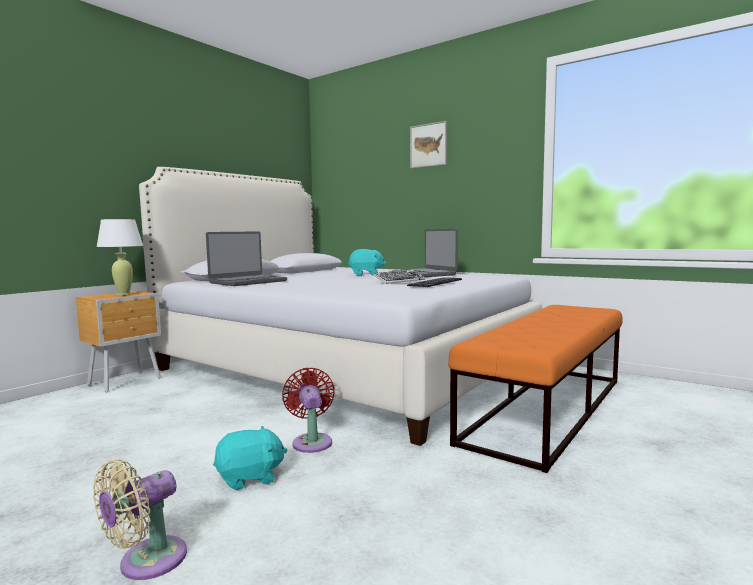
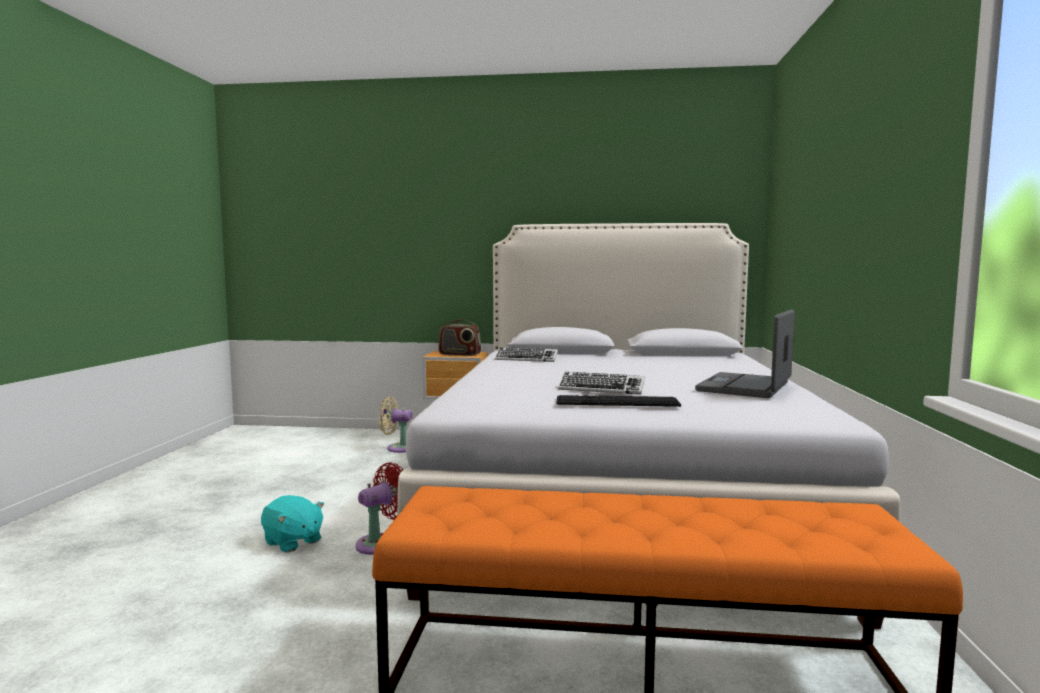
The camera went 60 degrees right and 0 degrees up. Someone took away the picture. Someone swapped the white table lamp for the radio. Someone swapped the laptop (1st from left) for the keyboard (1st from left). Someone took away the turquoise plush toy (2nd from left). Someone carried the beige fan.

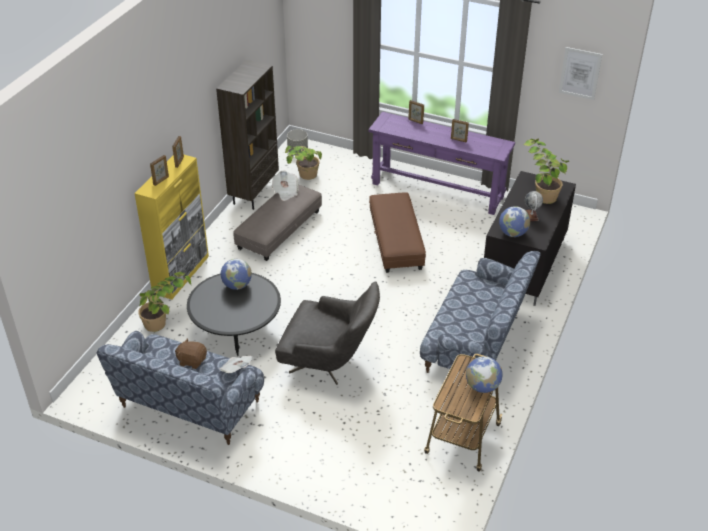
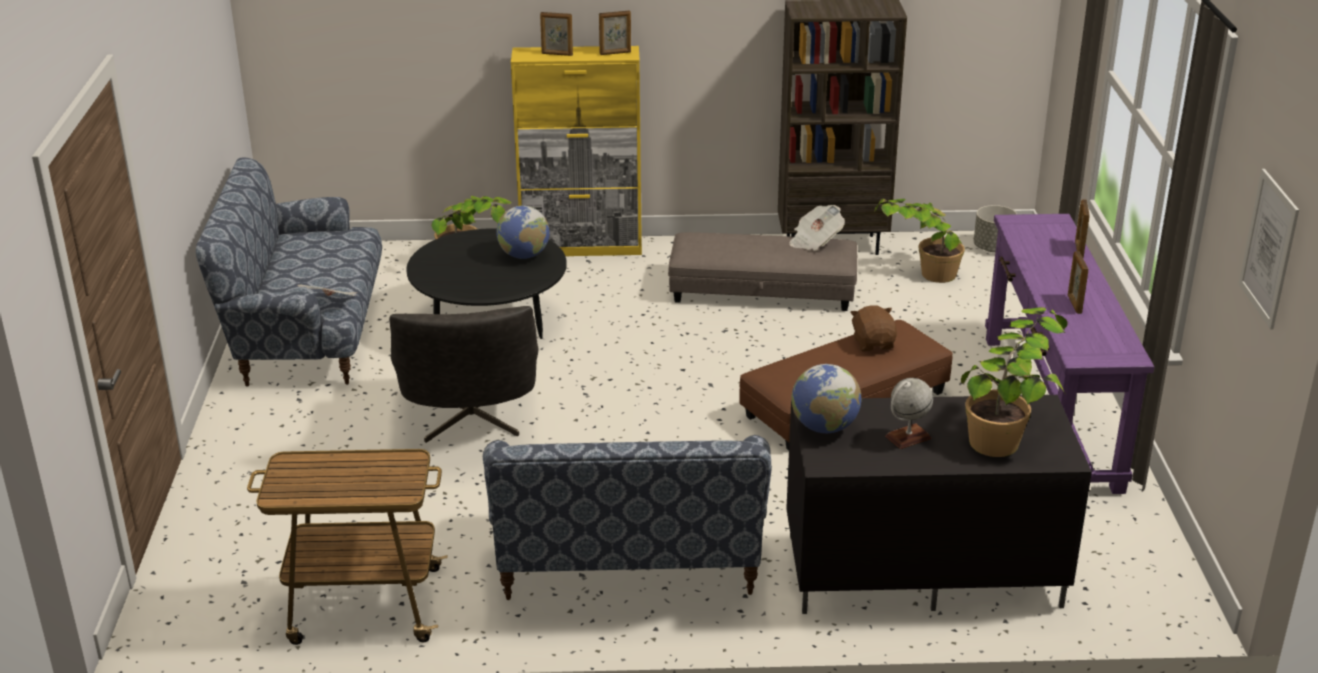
The camera went 65 degrees right and 10 degrees down. Someone carried the brown plush toy. Someone took away the globe (2nd from left).

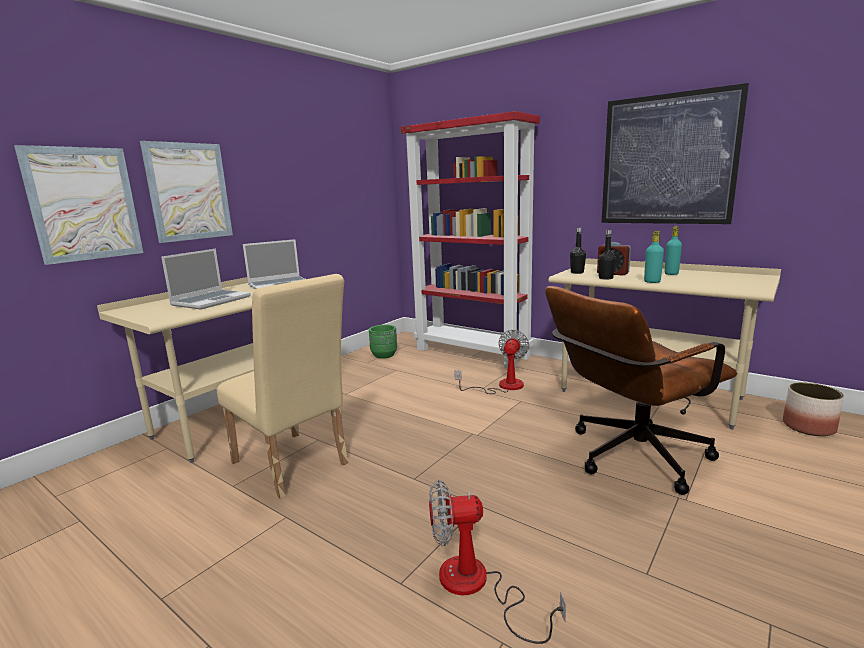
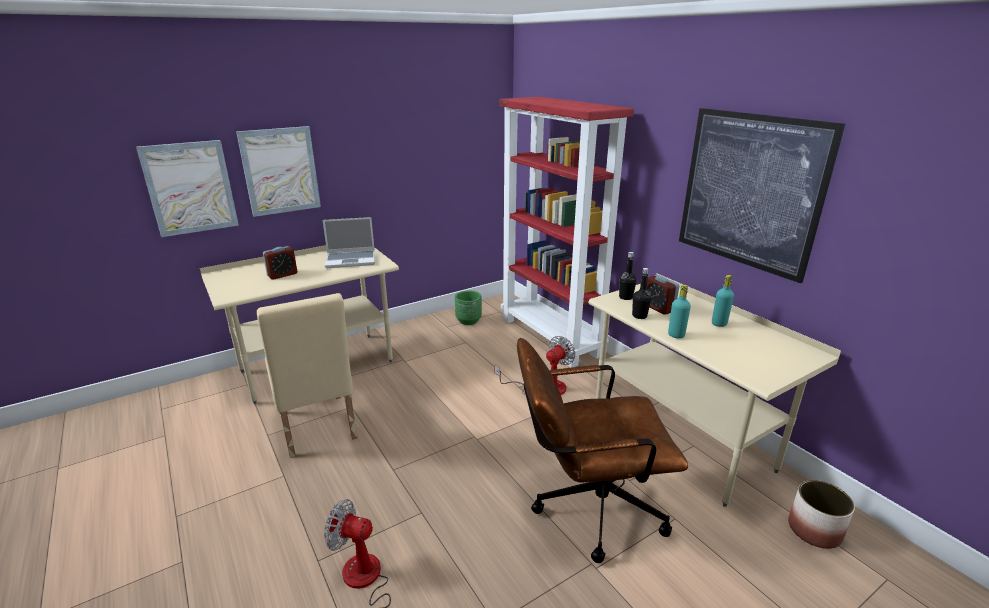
The camera went 20 degrees right and 10 degrees up. Someone swapped the laptop (1st from left) for the alarm clock (1st from left).

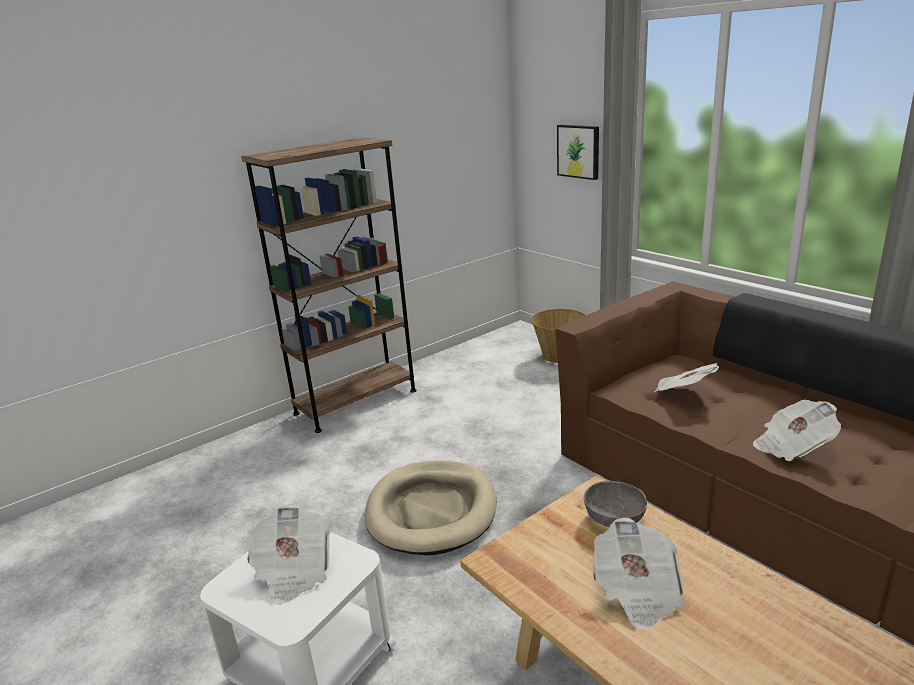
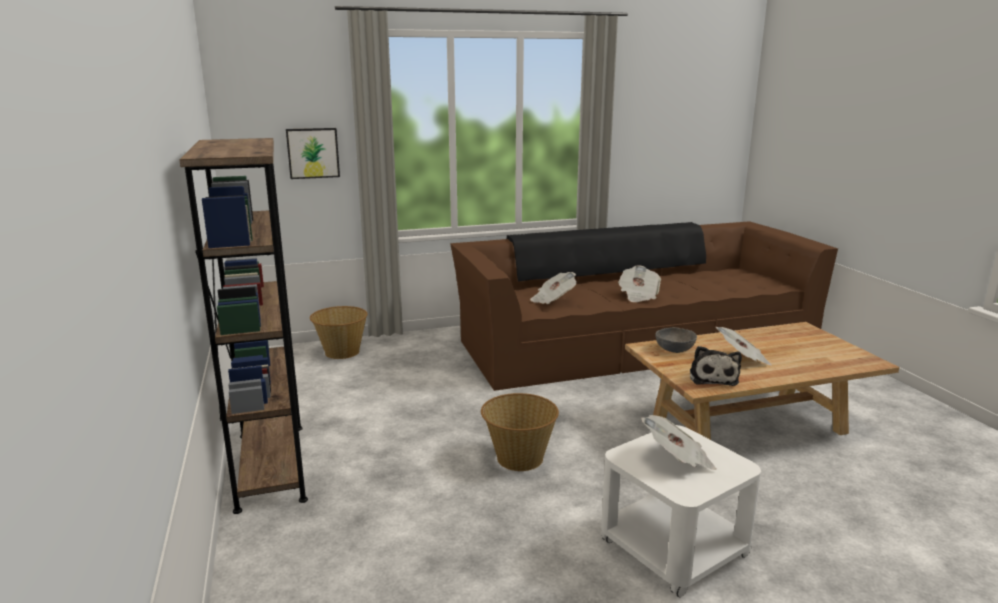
The camera went 70 degrees left and 5 degrees down. Someone swapped the beige dog bed for the basket (2nd from left). Someone put down the plush toy.

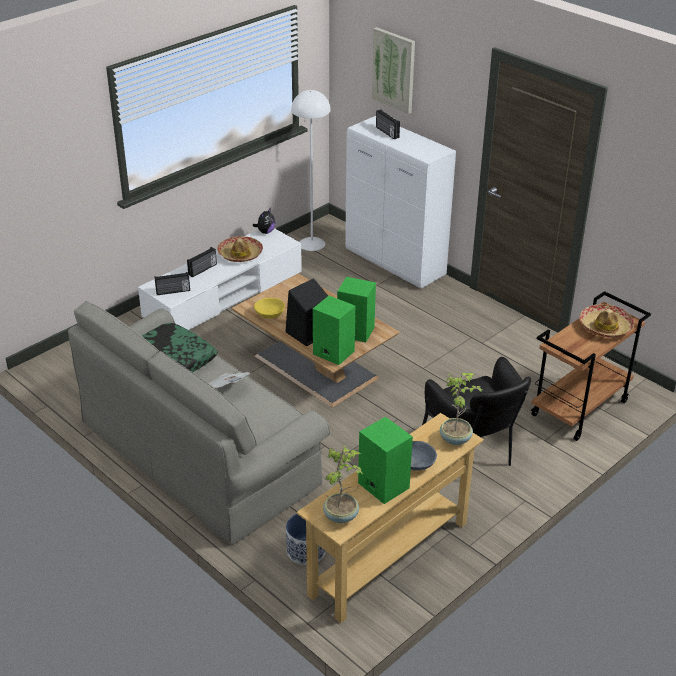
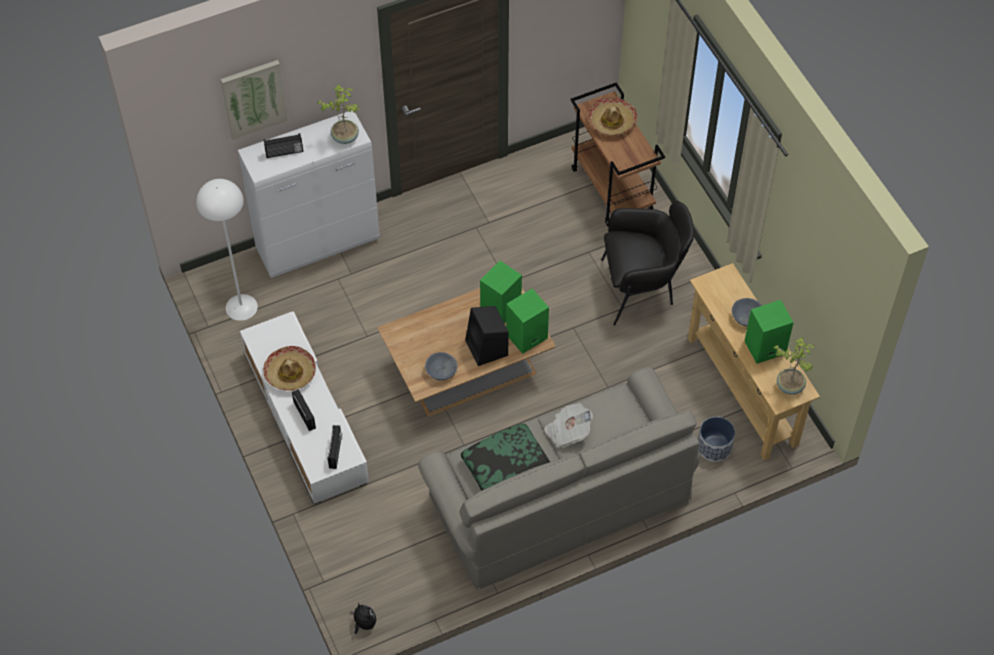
The camera went 70 degrees left and 20 degrees up. Someone carried the plush toy. Someone repainted the yellow bowl, which became the grey bowl (1st from left). Someone carried the potted plant (2nd from left in the first image).

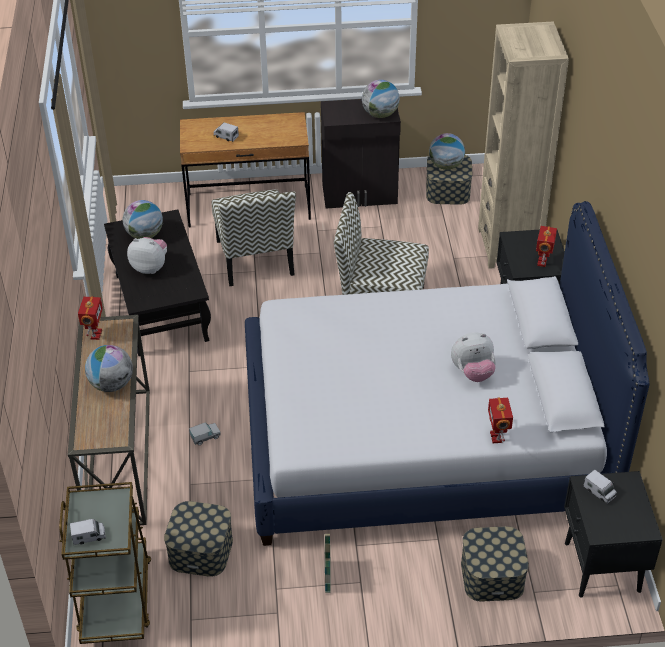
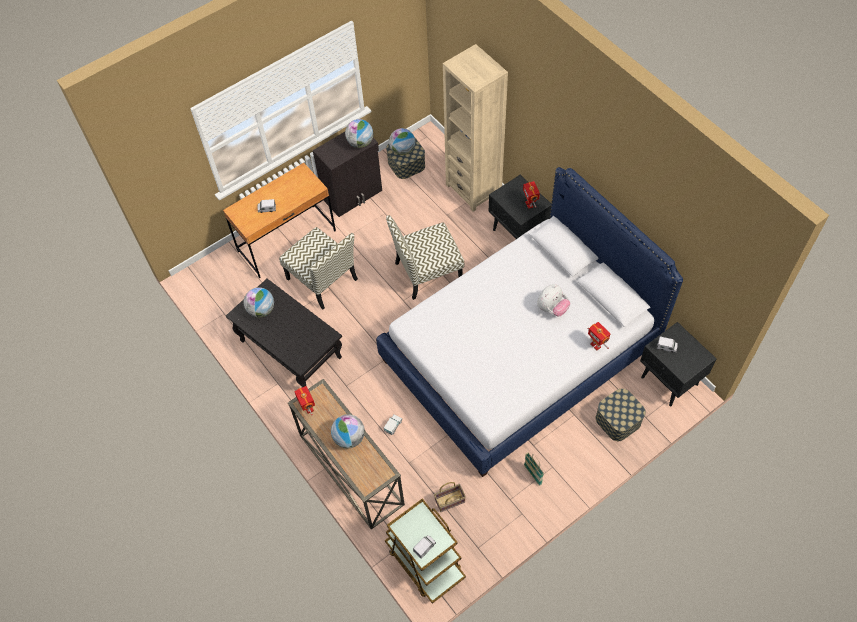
The camera went 30 degrees left and 15 degrees up. Someone took away the plush toy (1st from left). Someone swapped the storage box (1st from left) for the basket (1st from left).

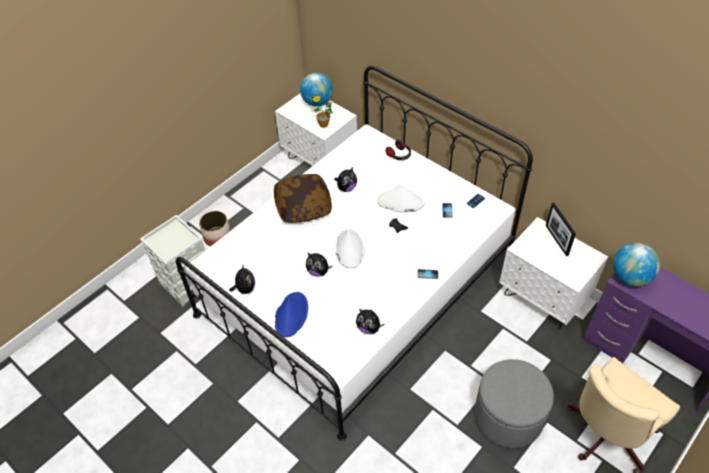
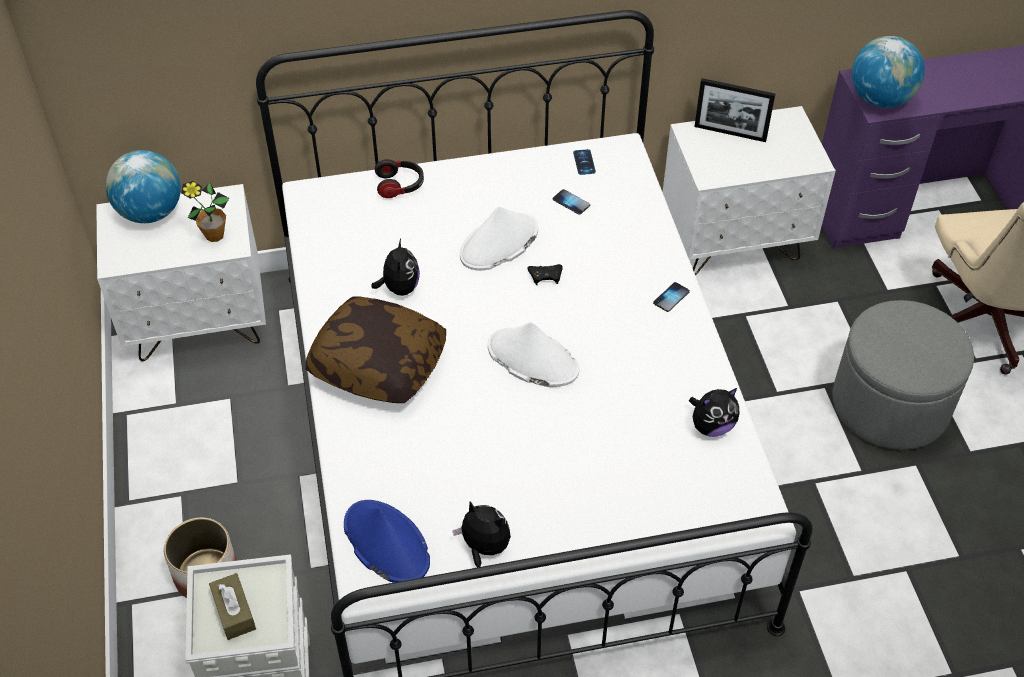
The camera went 55 degrees left and 0 degrees up. Someone took away the plush toy (2nd from left). Someone carried the blue hat. Someone put down the brown tissue box.

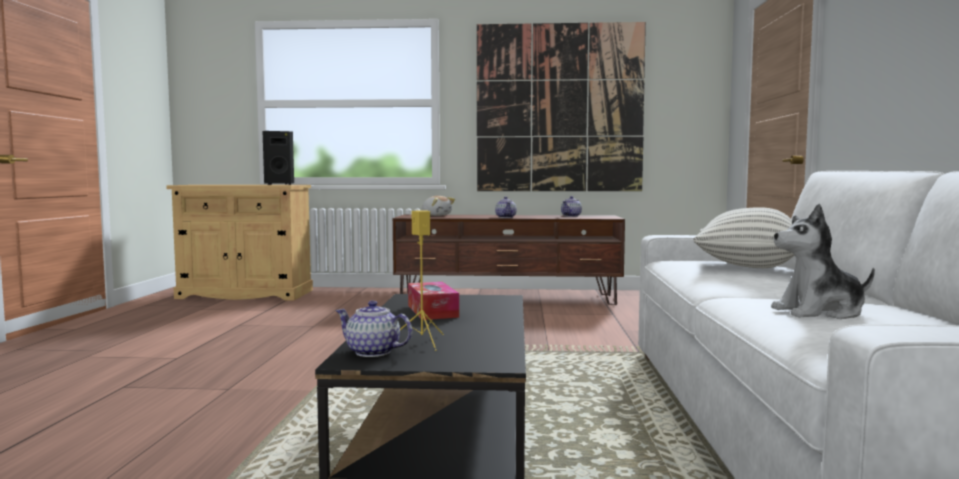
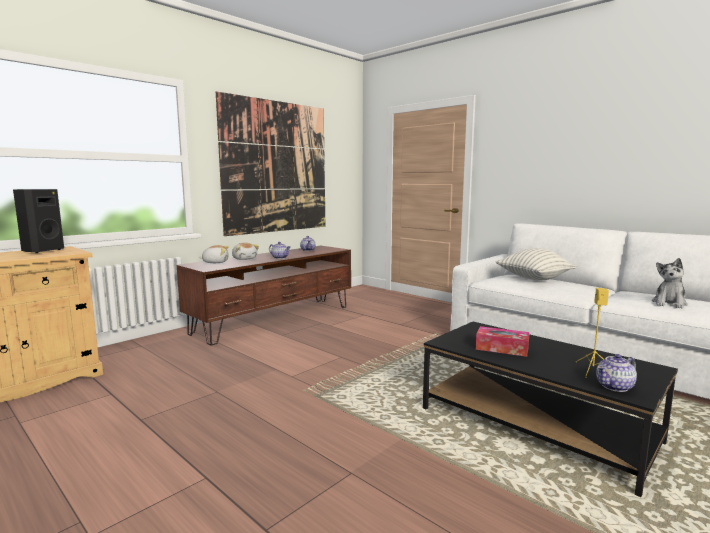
The camera went 50 degrees left and 5 degrees up. Someone put down the plush toy (2nd from left).

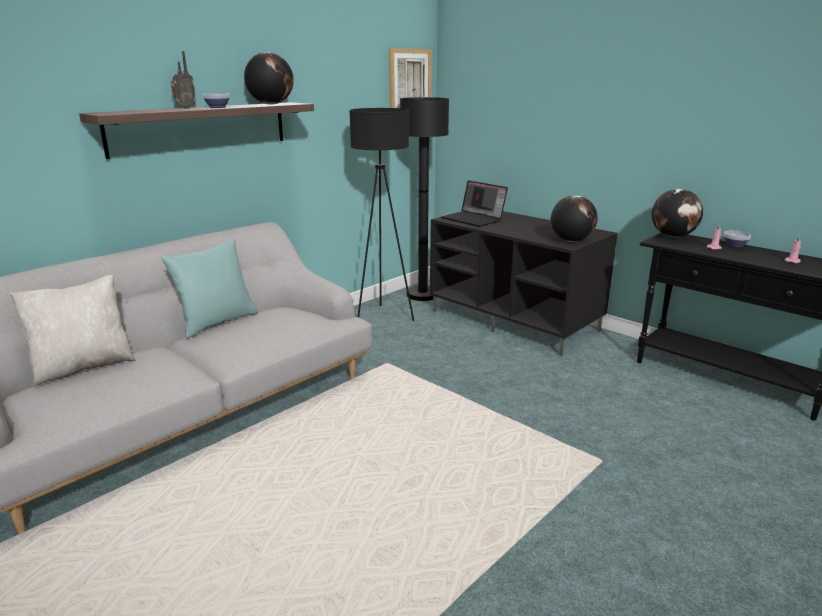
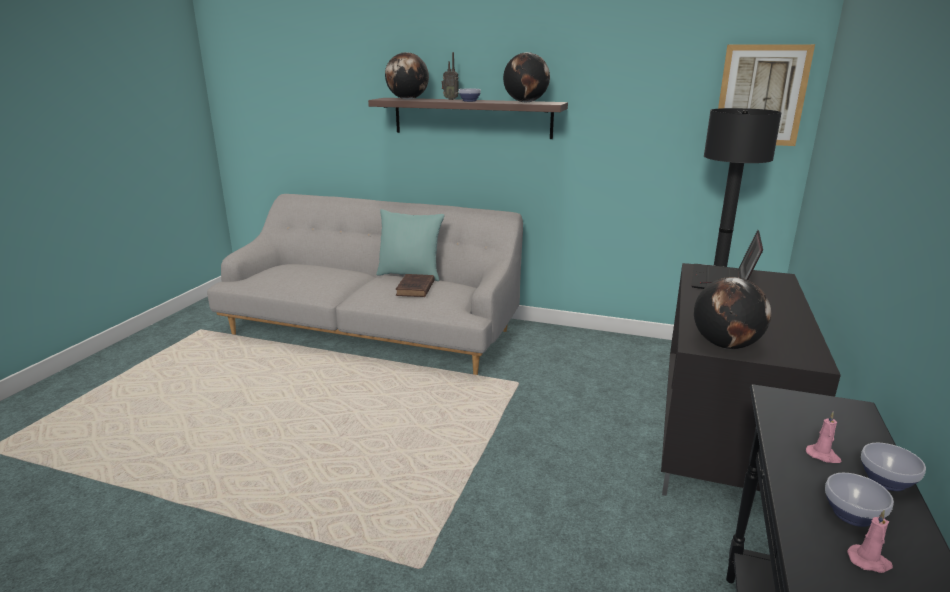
The camera went 65 degrees right and 0 degrees up. Someone took away the black floor lamp (1st from left). Someone carried the globe (3rd from left in the first image). Someone took away the beige pillow. Someone put down the brown book. Someone put down the bowl (2nd from left).

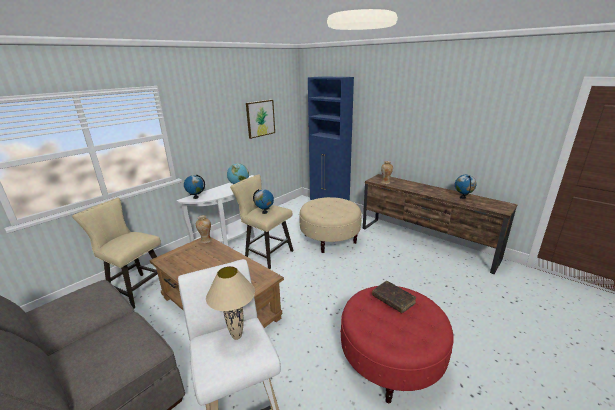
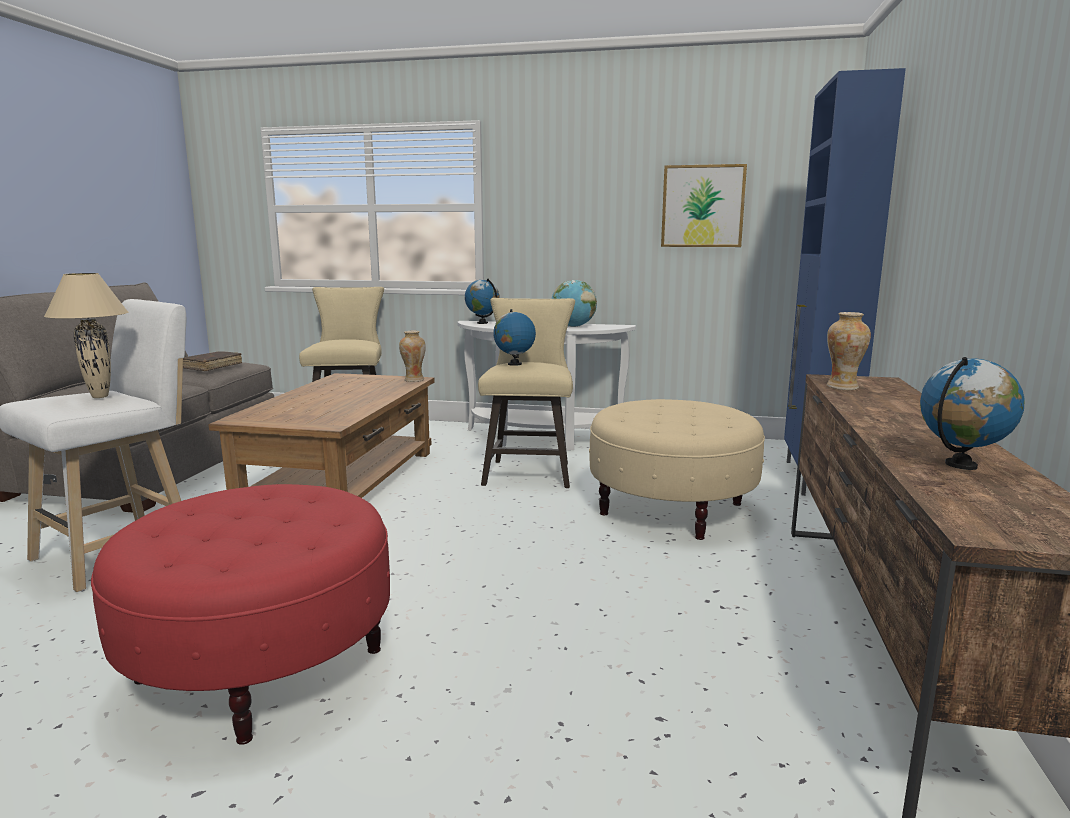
The camera went 60 degrees right and 10 degrees down. Someone carried the brown book.

